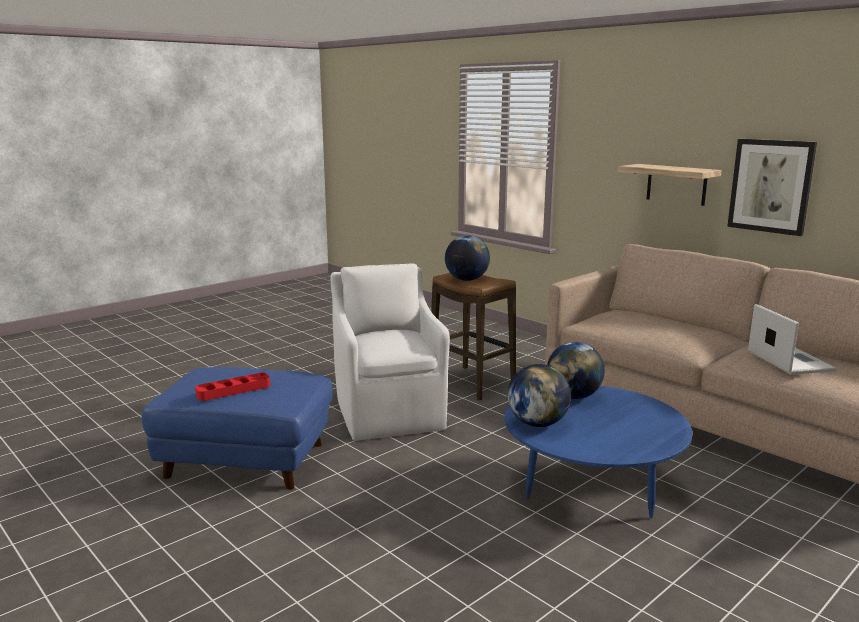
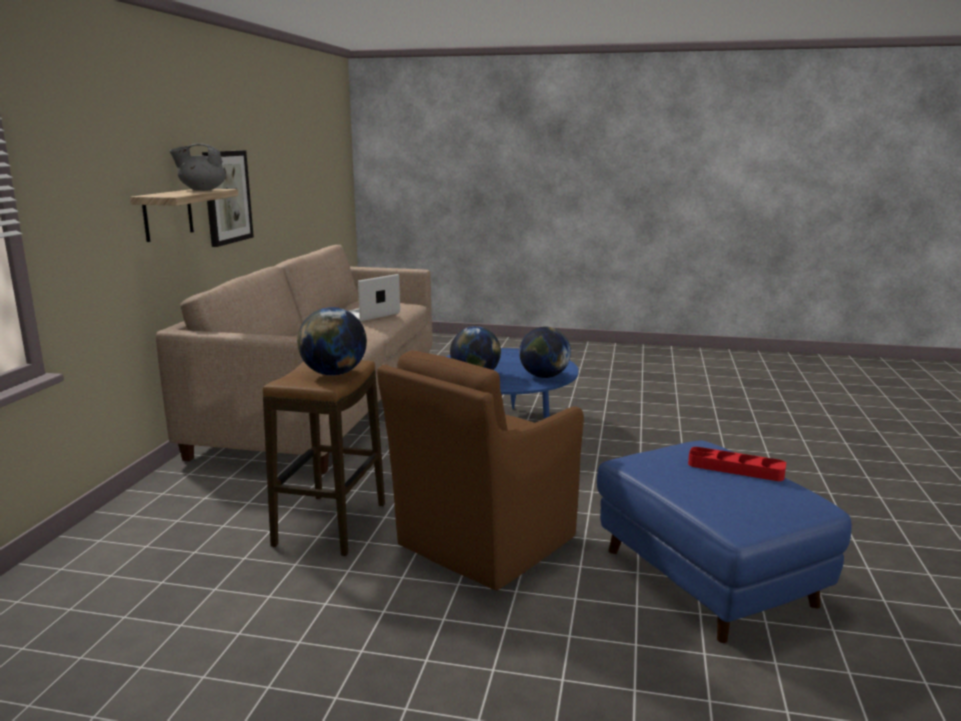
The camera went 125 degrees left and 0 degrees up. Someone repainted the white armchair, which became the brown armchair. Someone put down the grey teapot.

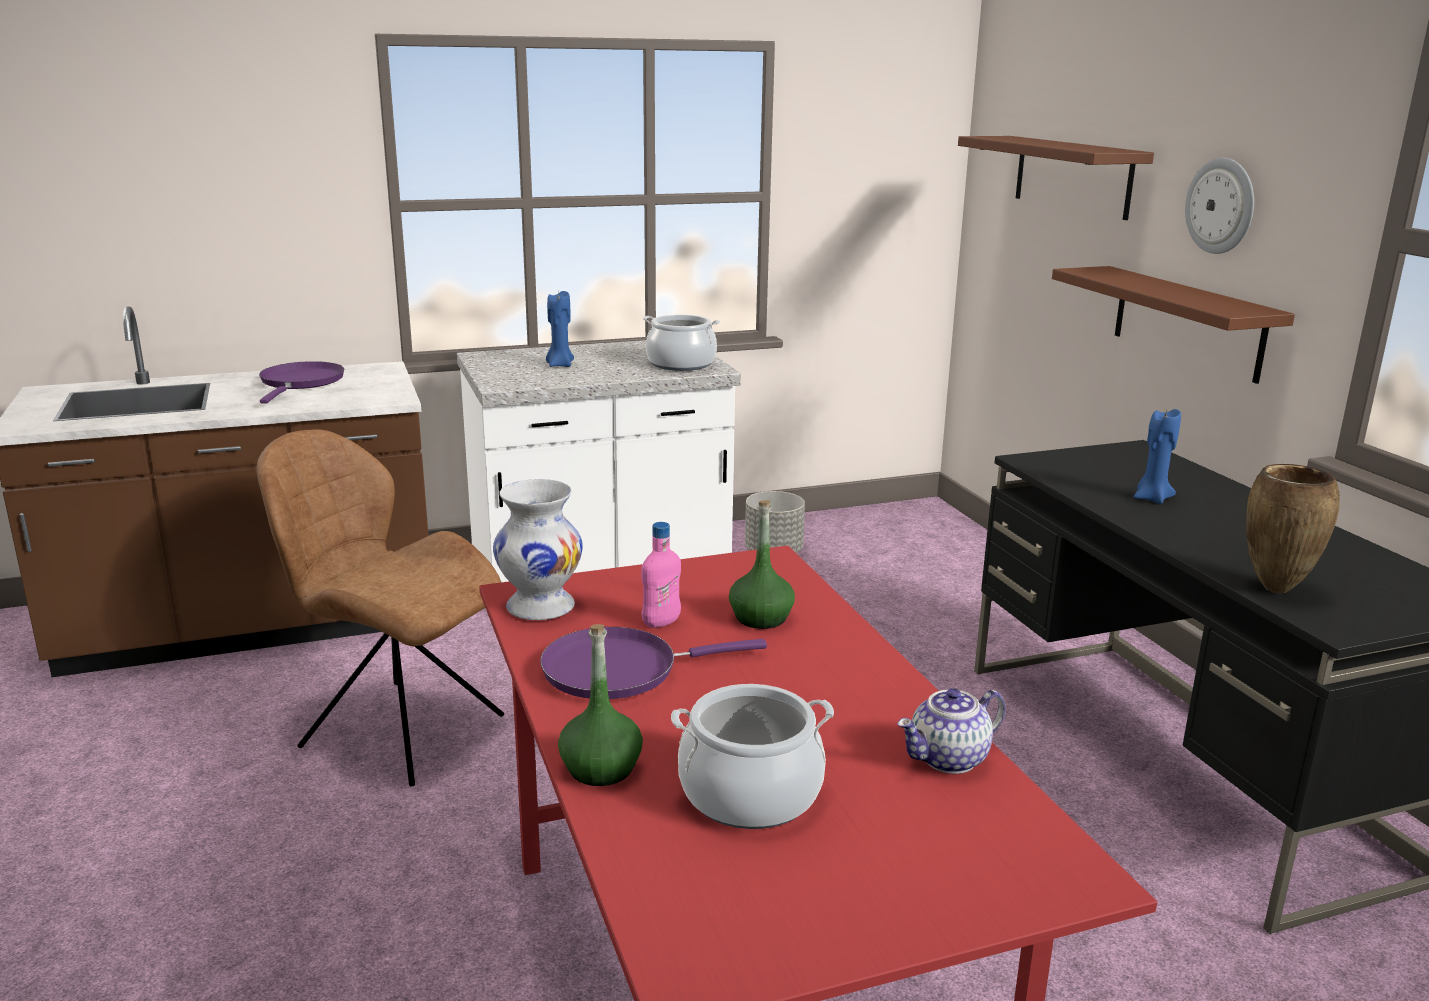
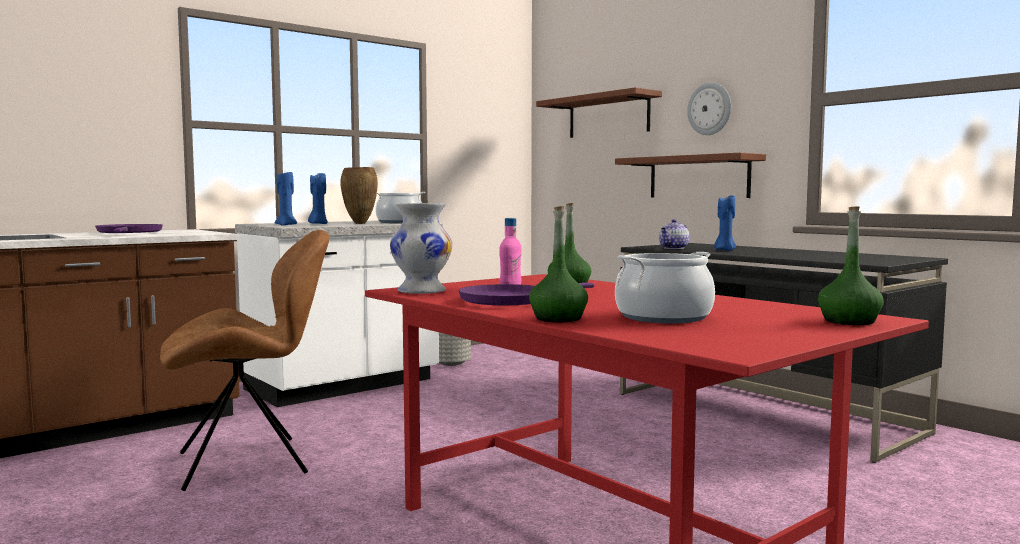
The camera went 20 degrees left and 15 degrees down. Someone rotated the brown chair by 150 degrees clockwise. Someone carried the brown vase. Someone carried the teapot. Someone put down the blue candle (1st from left). Someone put down the green bottle (3rd from left).

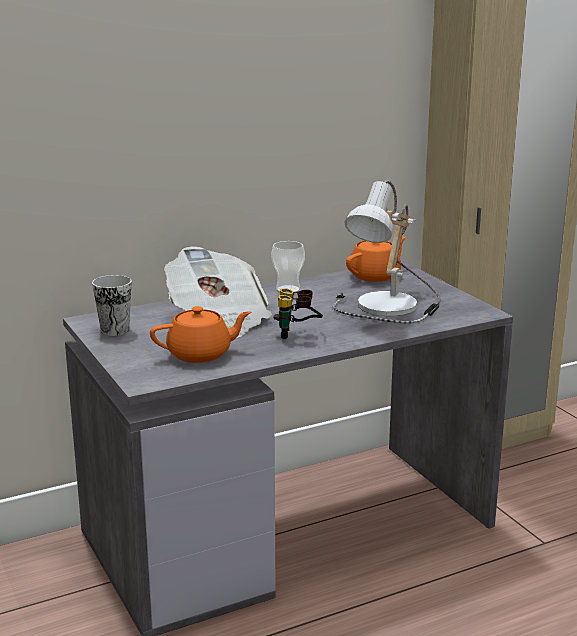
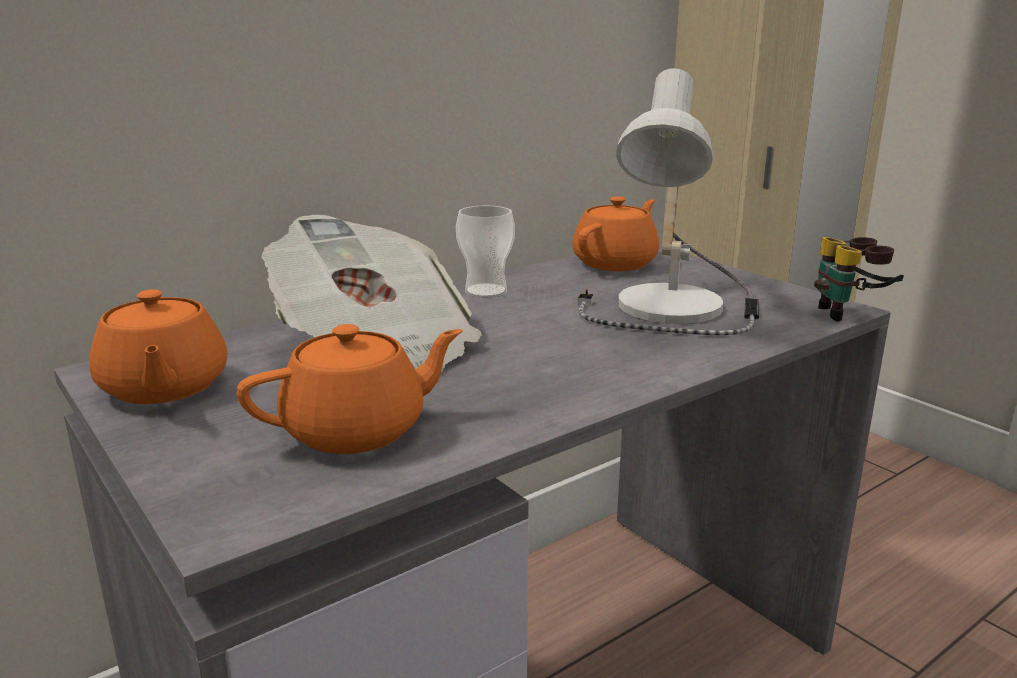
The camera went 10 degrees left and 0 degrees up. Someone swapped the cup (1st from left) for the orange teapot (1st from left). Someone carried the binoculars.

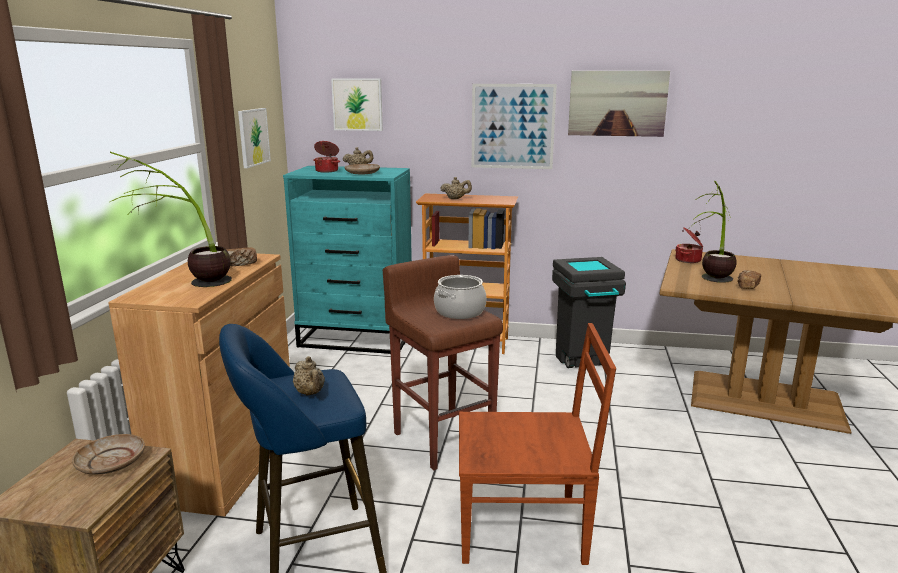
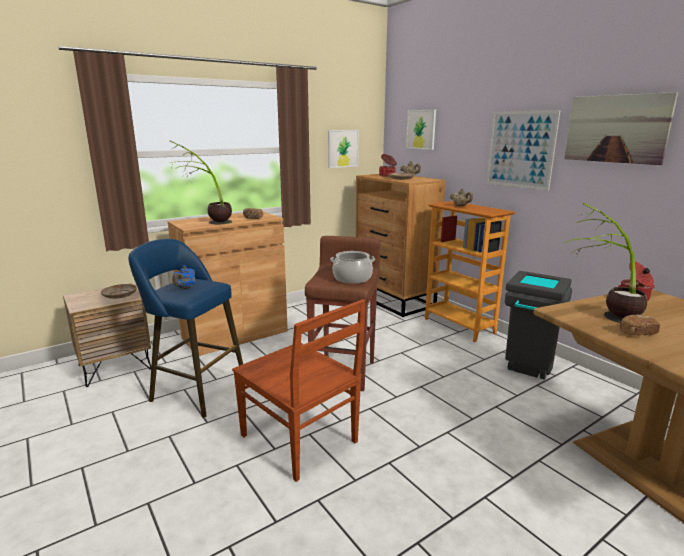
The camera went 45 degrees right and 0 degrees up. Someone repainted the turquoise dresser, which became the brown dresser. Someone repainted the beige teapot (1st from left), which became the blue teapot.

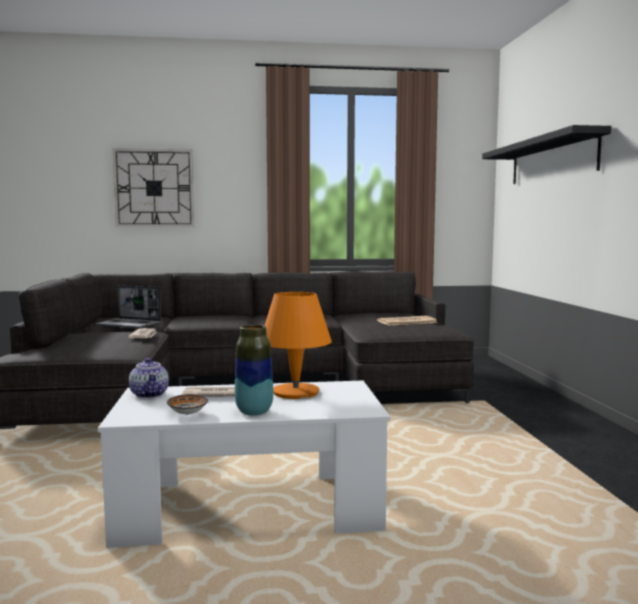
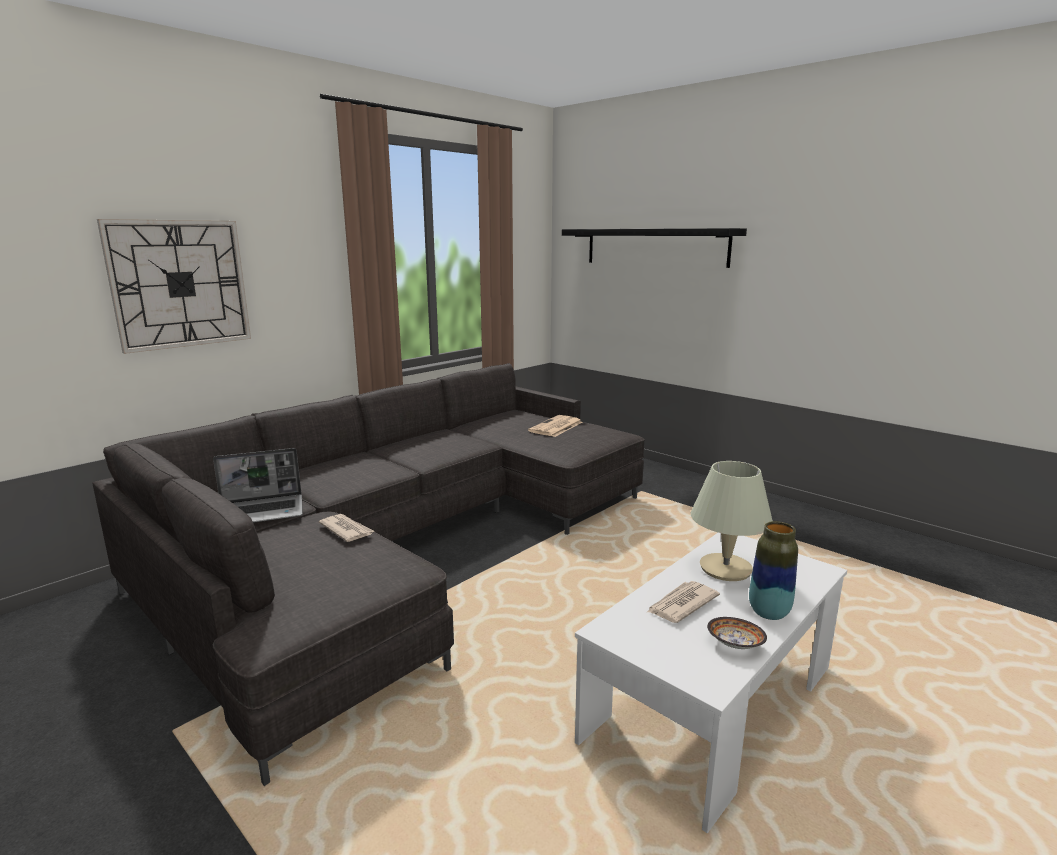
The camera went 40 degrees left and 10 degrees up. Someone repainted the orange table lamp, which became the beige table lamp. Someone took away the teapot.

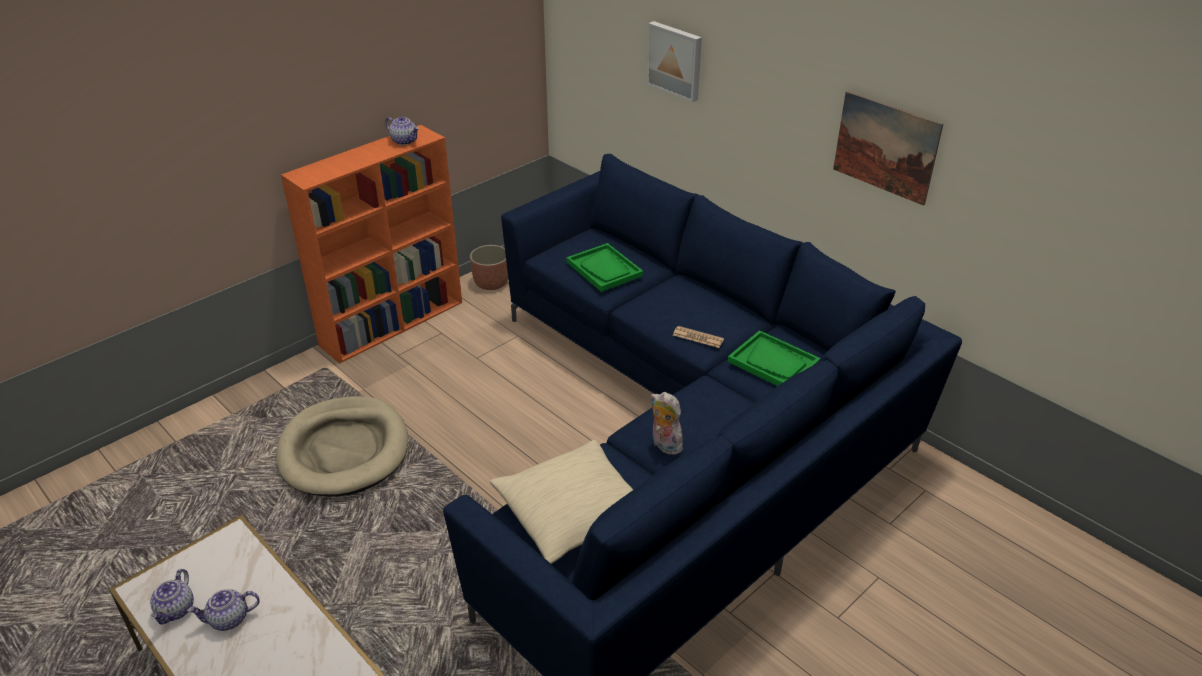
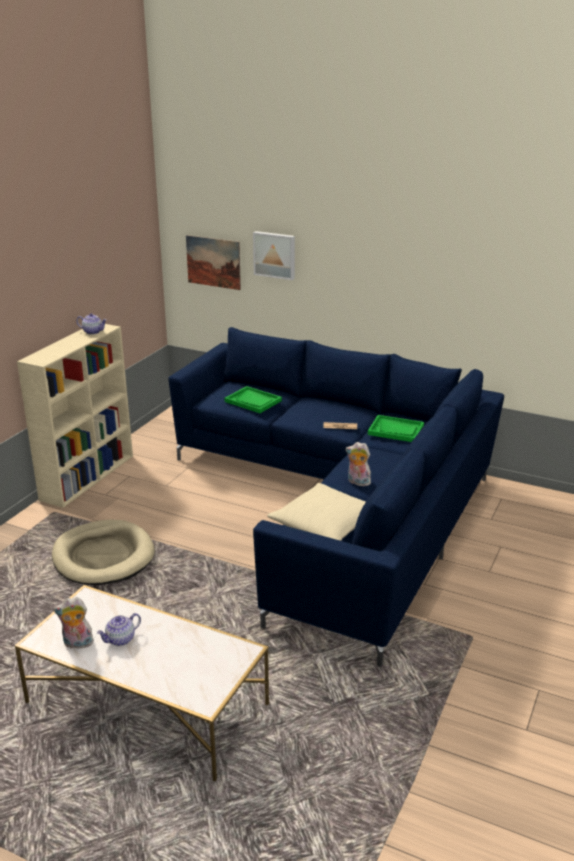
The camera went 20 degrees left and 10 degrees down. Someone carried the picture (2nd from left in the first image). Someone repainted the orange bookcase, which became the beige bookcase. Someone took away the planter. Someone swapped the teapot (1st from left) for the plush toy (1st from left).

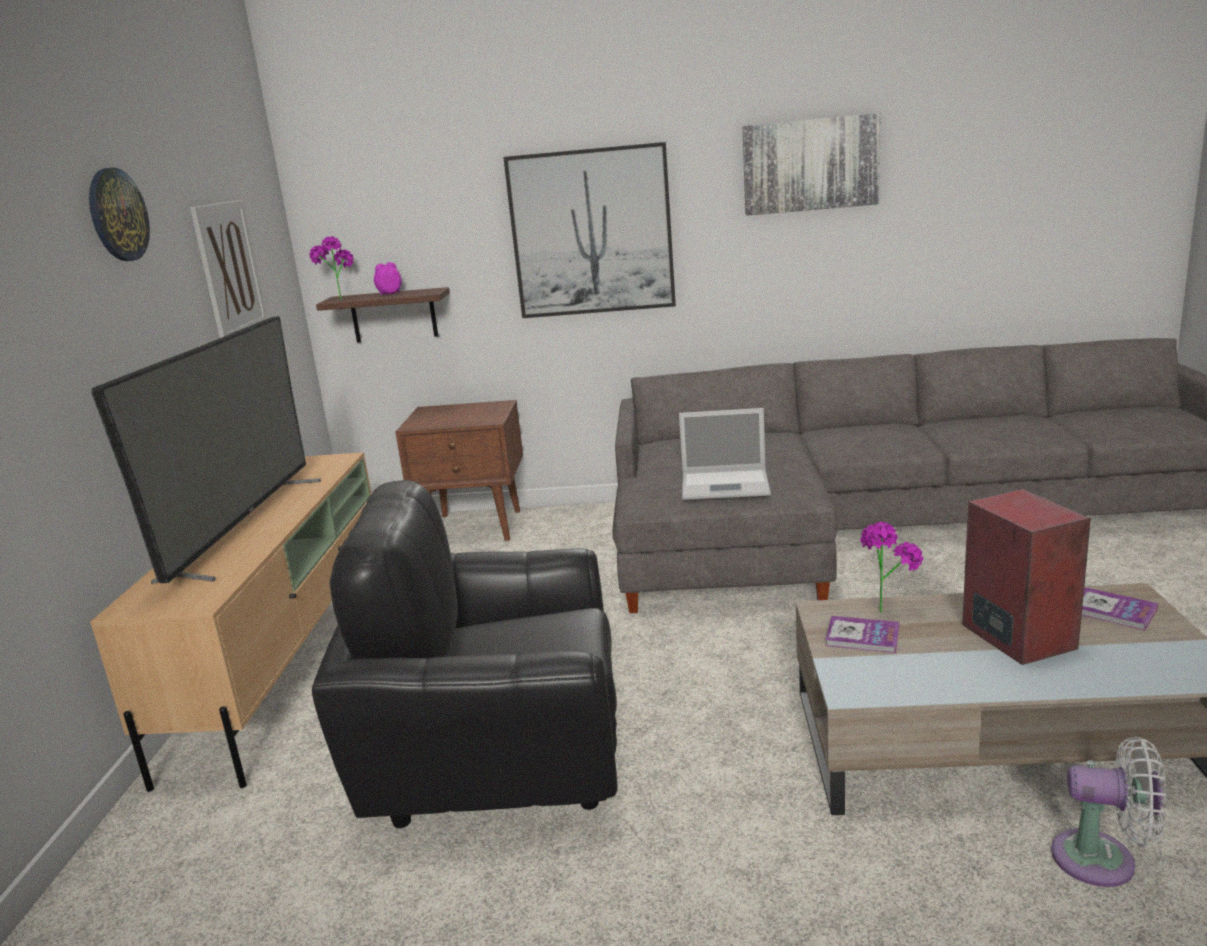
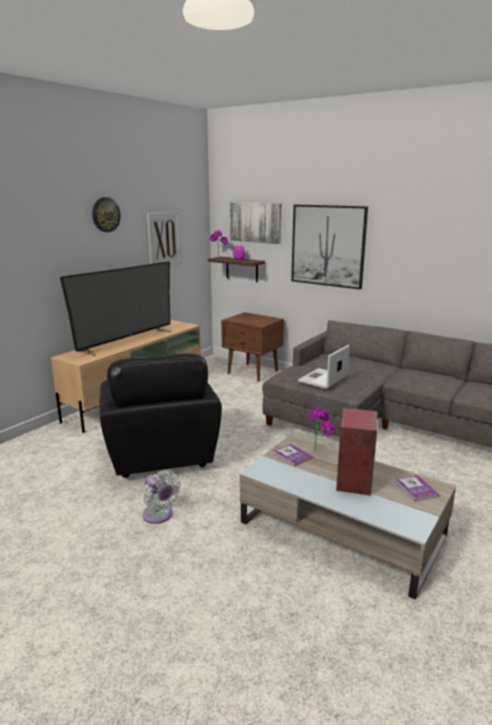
The camera went 30 degrees right and 0 degrees up. Someone carried the picture (3rd from left in the first image). Someone rotated the laptop by 90 degrees clockwise. Someone rotated the black armchair by 135 degrees counterclockwise. Someone carried the white fan.

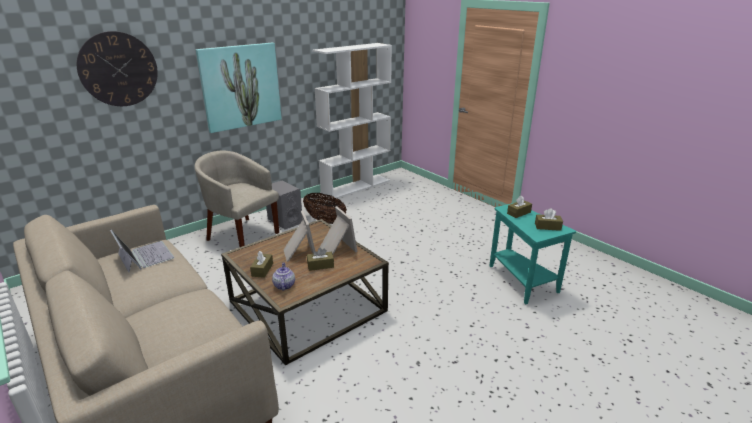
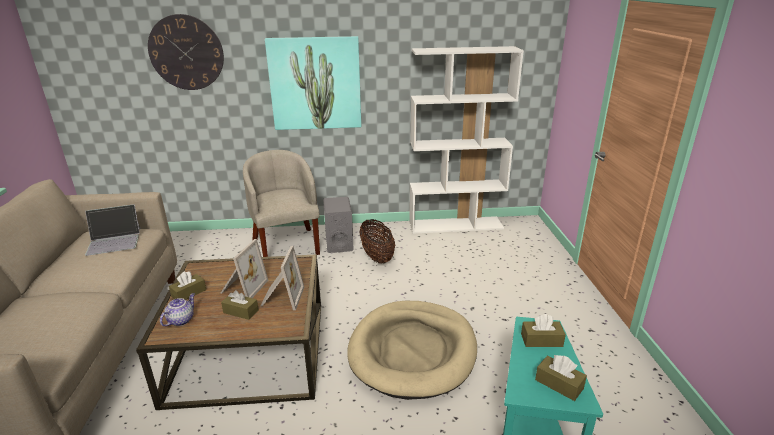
The camera went 35 degrees right and 0 degrees up. Someone rotated the laptop by 75 degrees clockwise. Someone put down the beige dog bed.

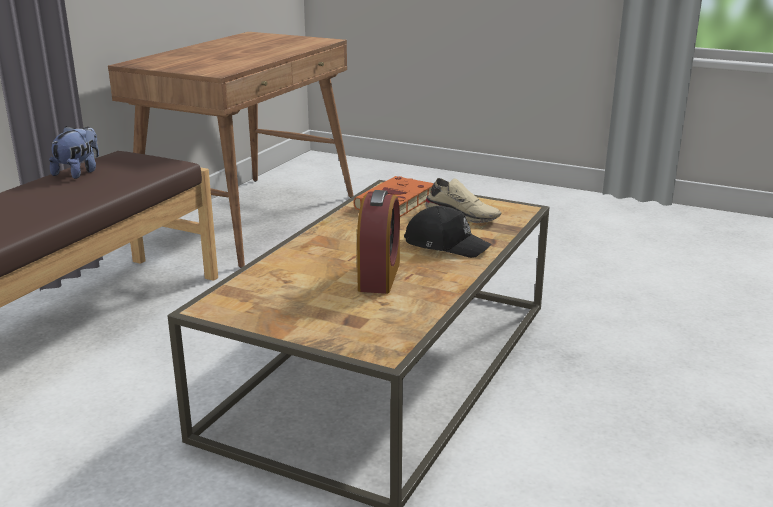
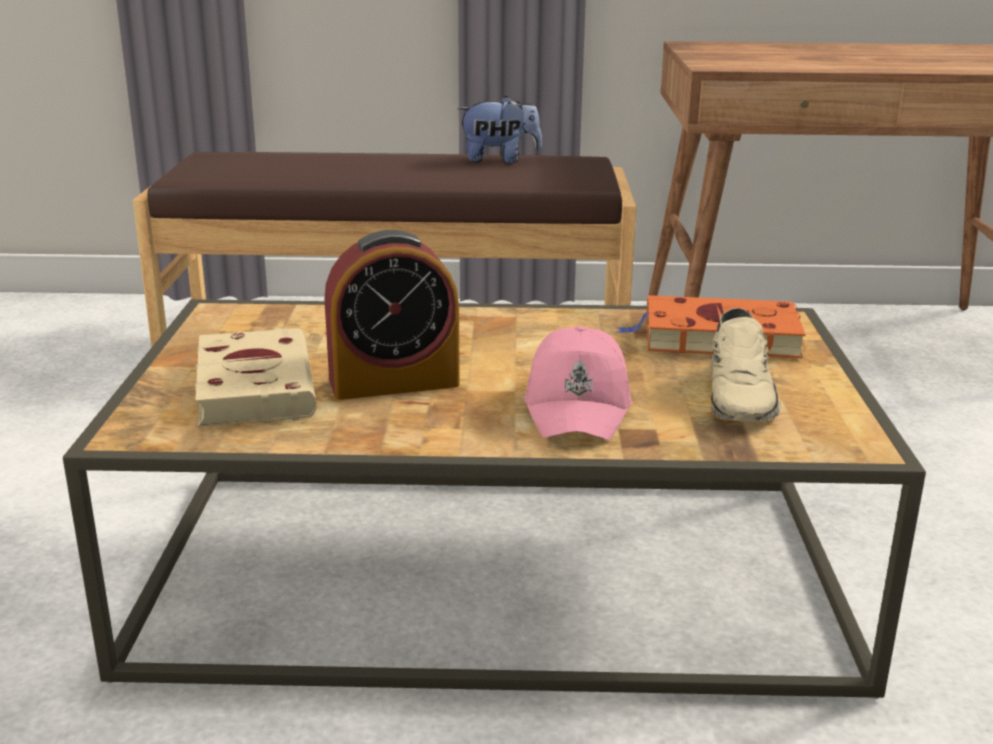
The camera went 65 degrees right and 0 degrees up. Someone repainted the black cap, which became the pink cap. Someone put down the beige book.

